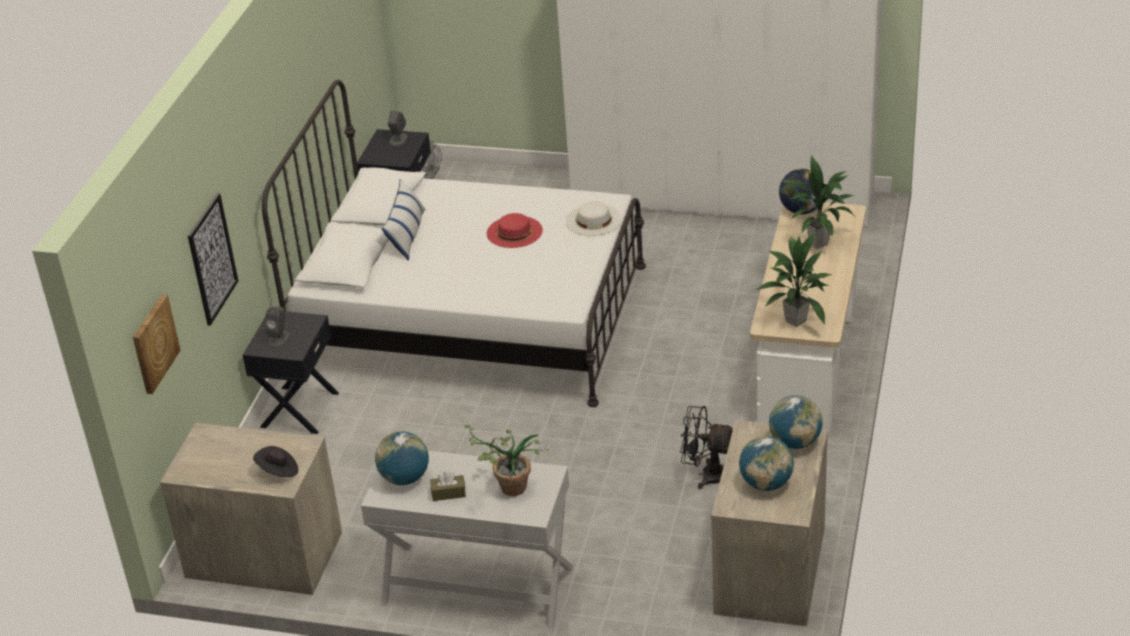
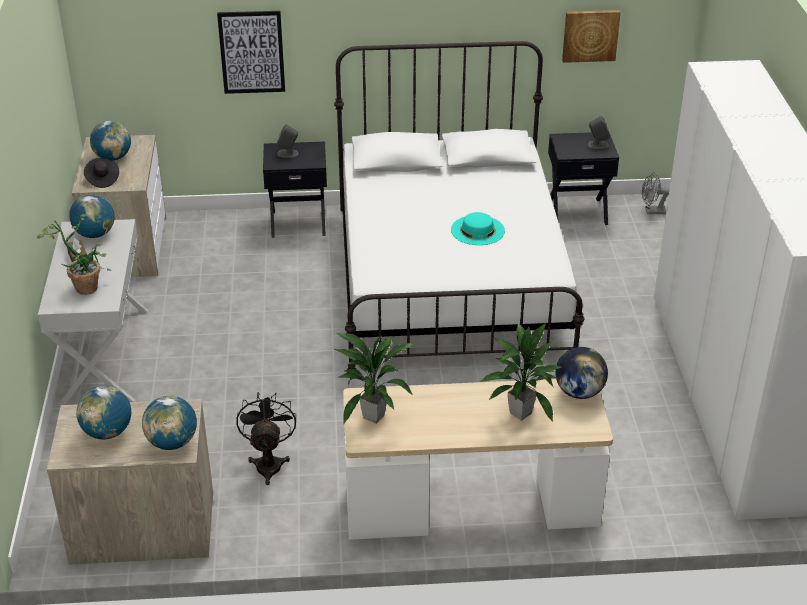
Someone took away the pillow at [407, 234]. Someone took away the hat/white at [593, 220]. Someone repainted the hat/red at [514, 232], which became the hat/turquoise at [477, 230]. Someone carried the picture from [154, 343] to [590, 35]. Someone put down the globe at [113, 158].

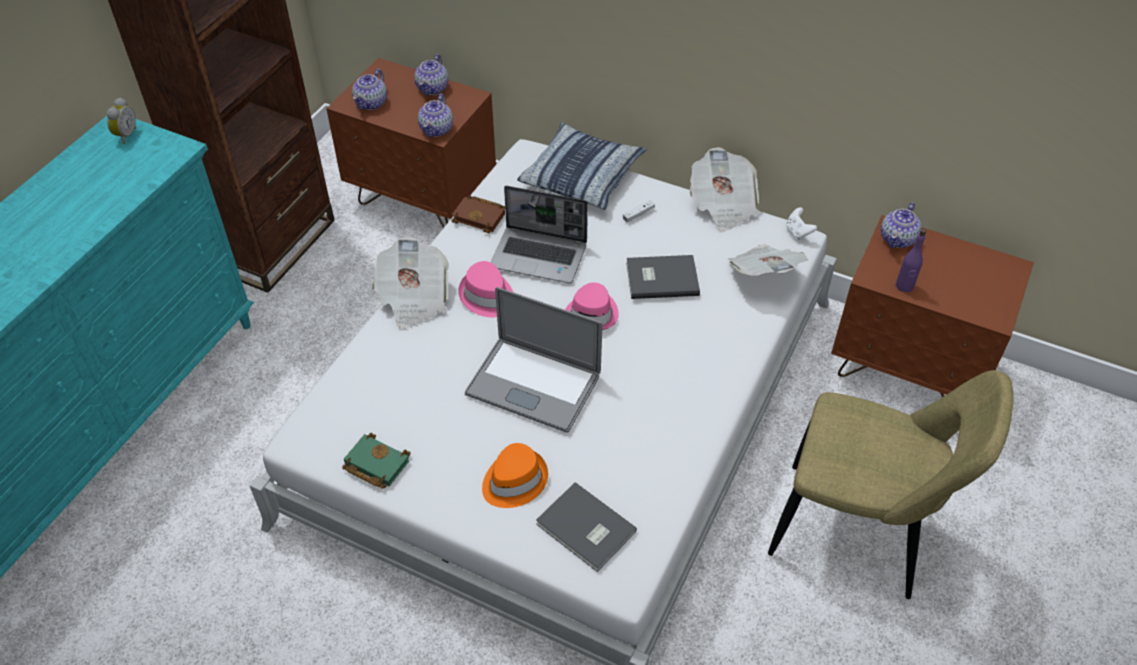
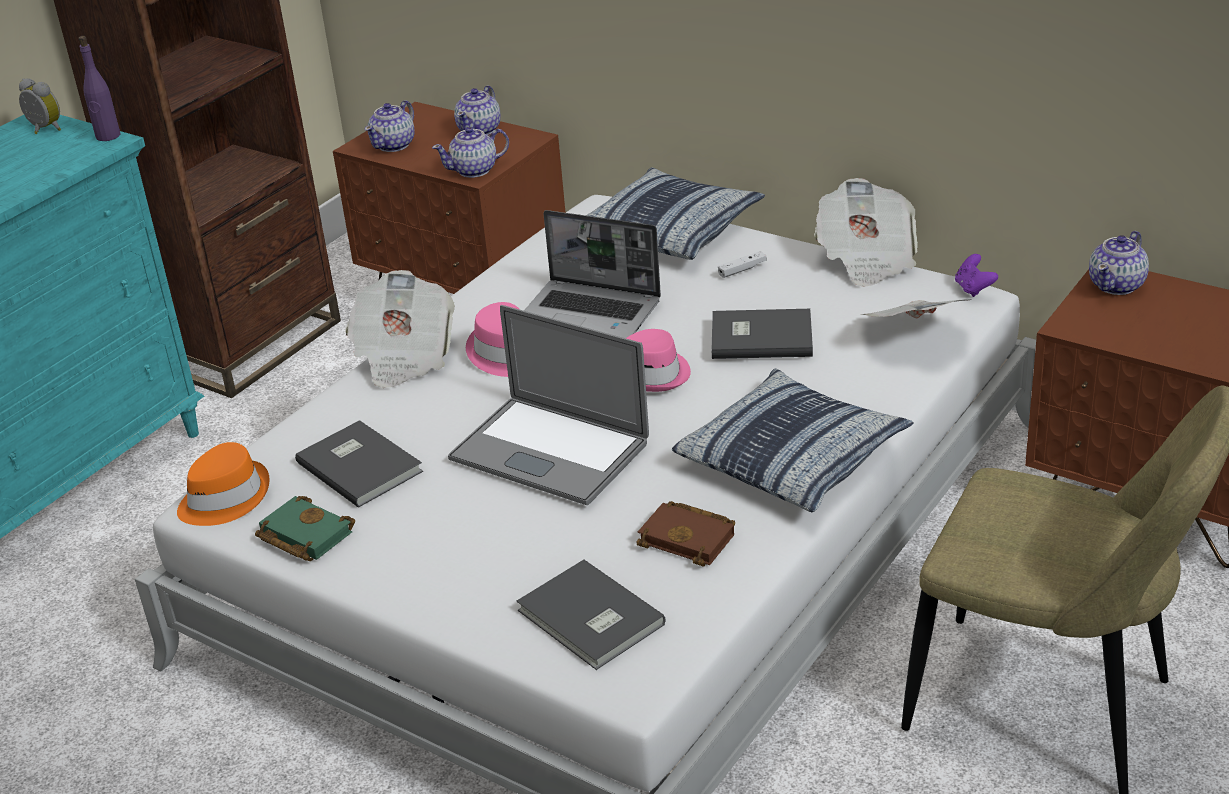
Someone rotated the teapot at [437, 129] by 45 degrees clockwise. Someone rotated the alarm clock at [125, 135] by 75 degrees counterclockwise. Someone carried the book/brown from [481, 217] to [690, 538]. Someone repainted the game controller/white at [798, 232], which became the game controller/purple at [973, 289]. Someone carried the bottle/purple from [904, 286] to [108, 136]. Someone carried the hat/orange from [514, 480] to [224, 498]. Someone put down the pillow at [792, 457]. Someone put down the book/grey at [361, 465].

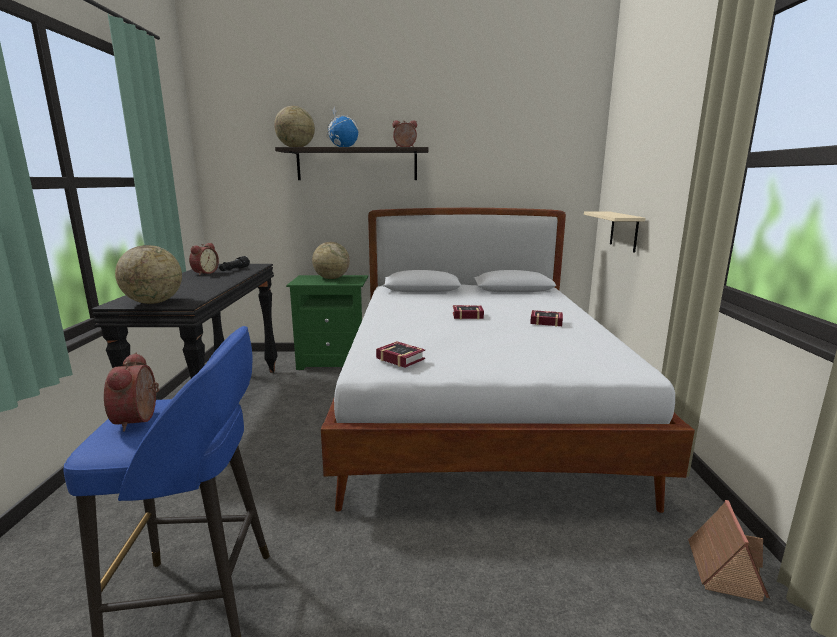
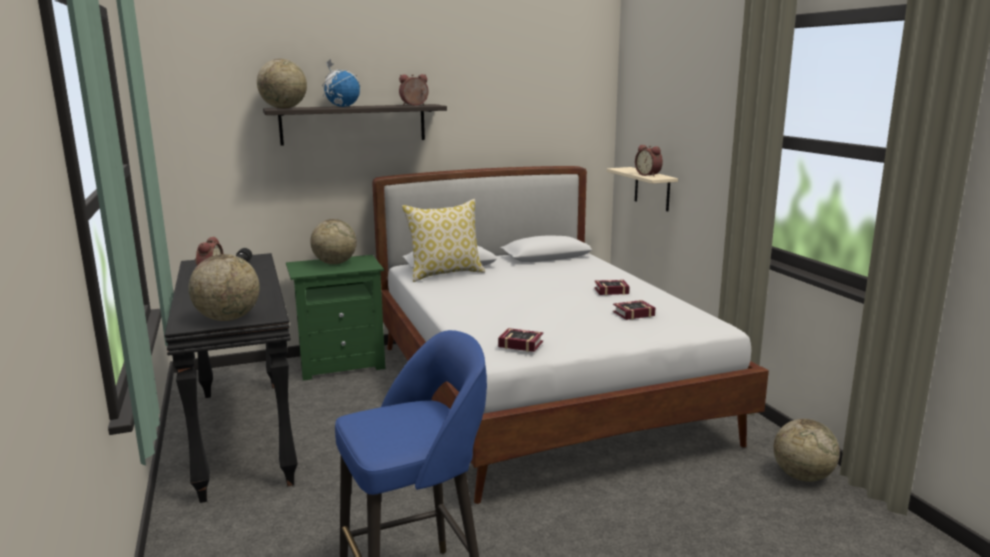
Someone carried the book from [466, 315] to [631, 314]. Someone carried the alarm clock from [140, 419] to [649, 175]. Someone swapped the toy house at [723, 569] for the globe at [802, 476]. Someone put down the pillow at [445, 274].

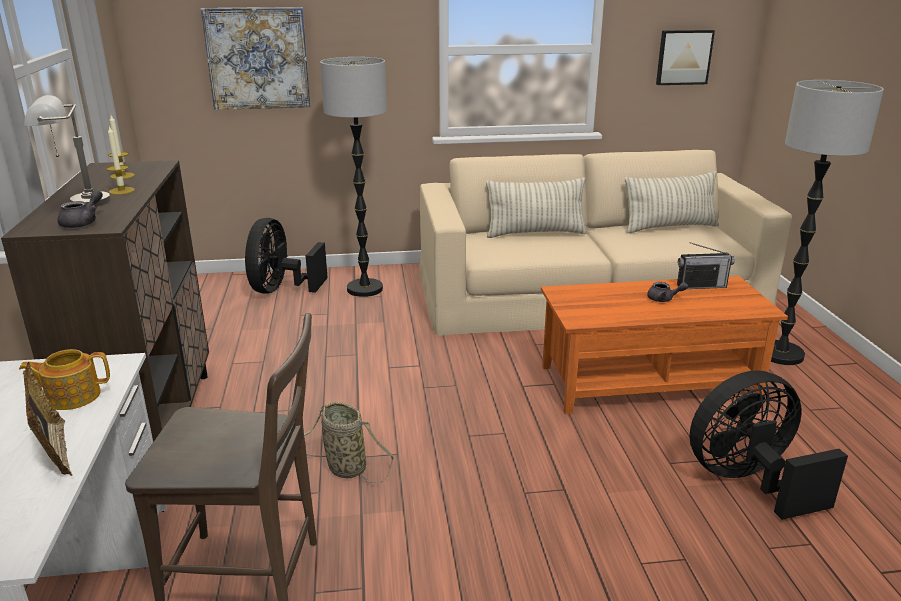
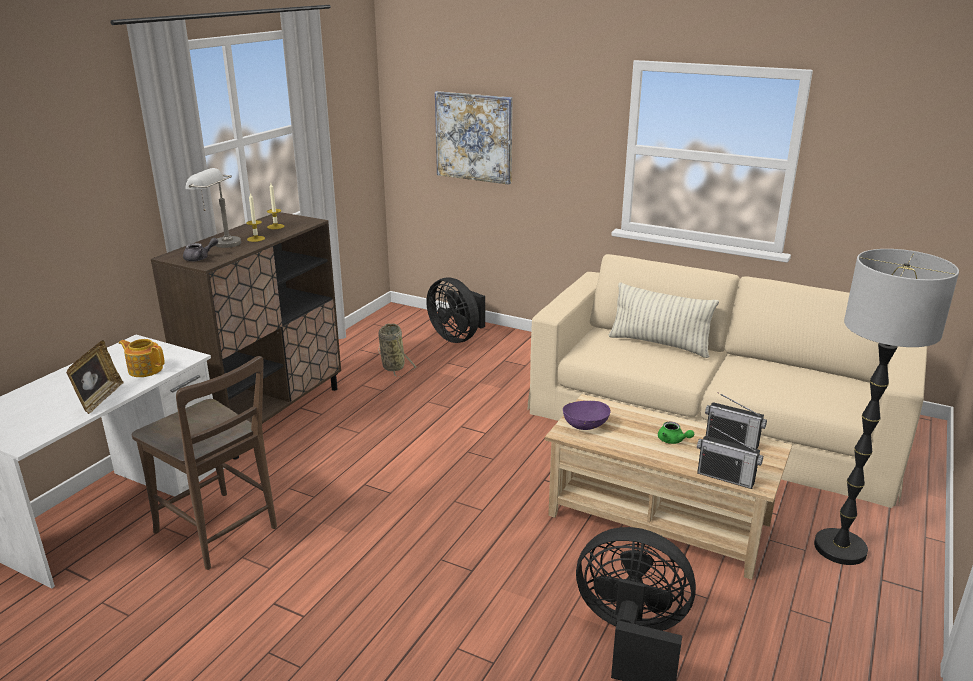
Someone took away the picture at [683, 57]. Someone took away the floor lamp at [364, 289]. Someone took away the pillow at [669, 227]. Someone rotated the fan/black at [281, 289] by 90 degrees counterclockwise. Someone repainted the coffee table/orange at [648, 382], which became the coffee table/beige at [659, 519]. Someone repainted the teapot/grey at [664, 299], which became the teapot/green at [673, 441]. Someone carried the basket from [344, 467] to [392, 366]. Someone put down the bowl/purple at [585, 425]. Someone put down the radio at [725, 477].

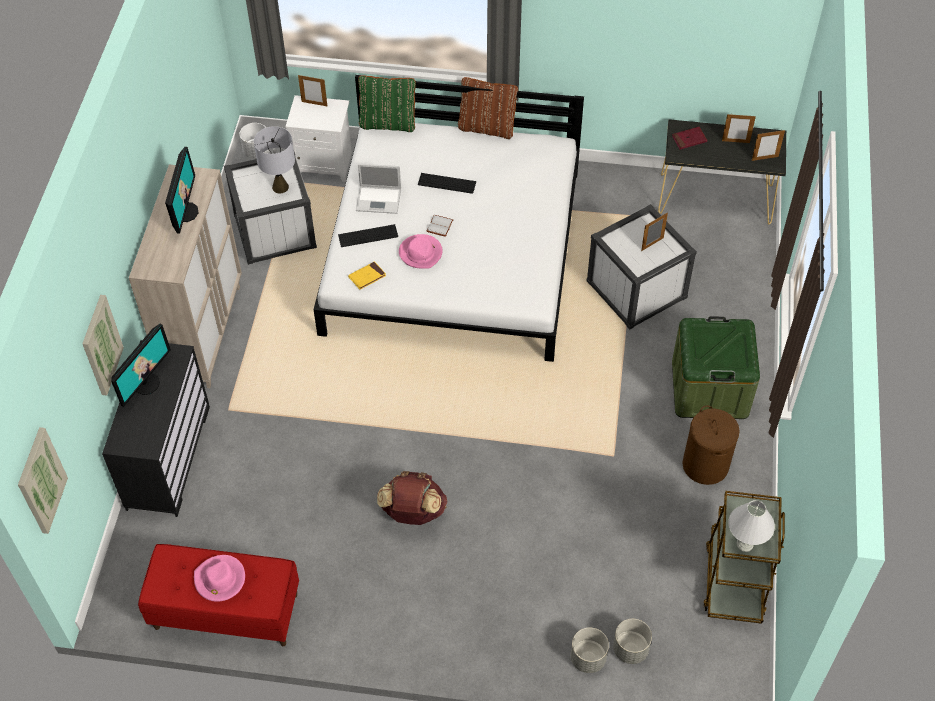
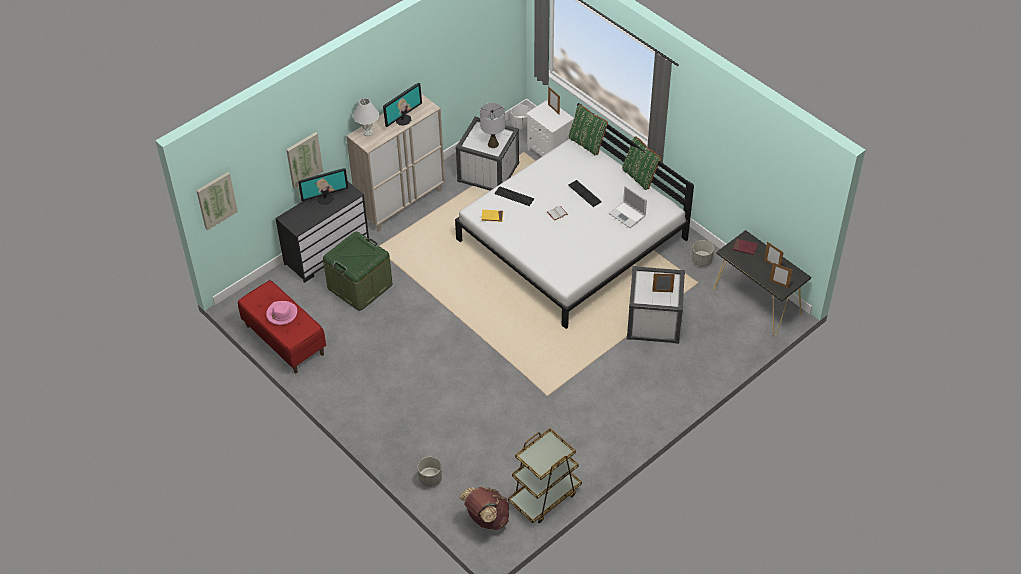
Someone repainted the pillow/brown at [487, 127], which became the pillow/green at [640, 176]. Someone carried the laptop from [379, 200] to [627, 215]. Someone took away the hat/pink at [421, 253]. Someone carried the storage box/green from [709, 389] to [360, 286]. Someone took away the laundry basket/brown at [705, 465]. Someone carried the backpack/brown from [412, 512] to [486, 518]. Someone carried the table lamp/white from [744, 544] to [367, 132]. Someone carried the planter/grey from [630, 649] to [701, 261].

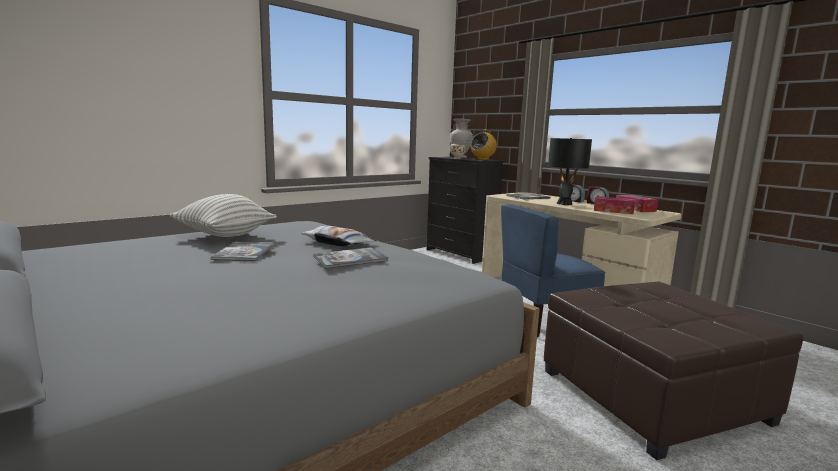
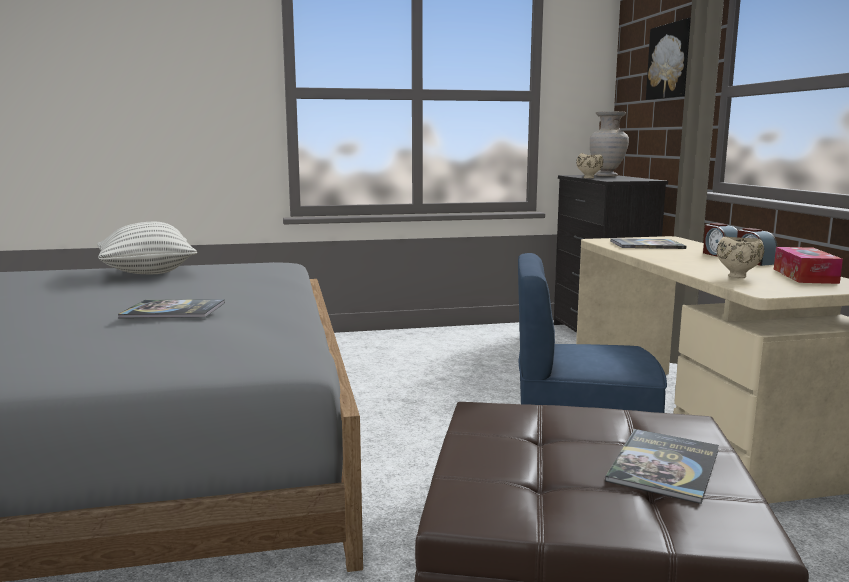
Someone took away the radio at [482, 159]. Someone took away the table lamp/black at [564, 204]. Someone swapped the tissue box at [613, 211] for the bowl/beige at [738, 276]. Someone took away the pillow at [338, 243]. Someone carried the book from [244, 252] to [664, 466]. Someone put up the picture at [672, 61].

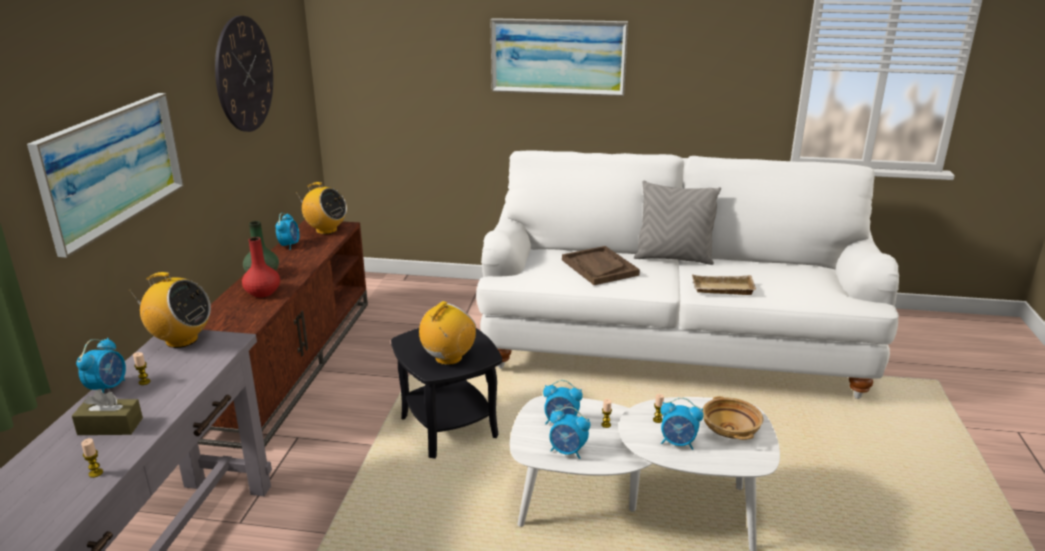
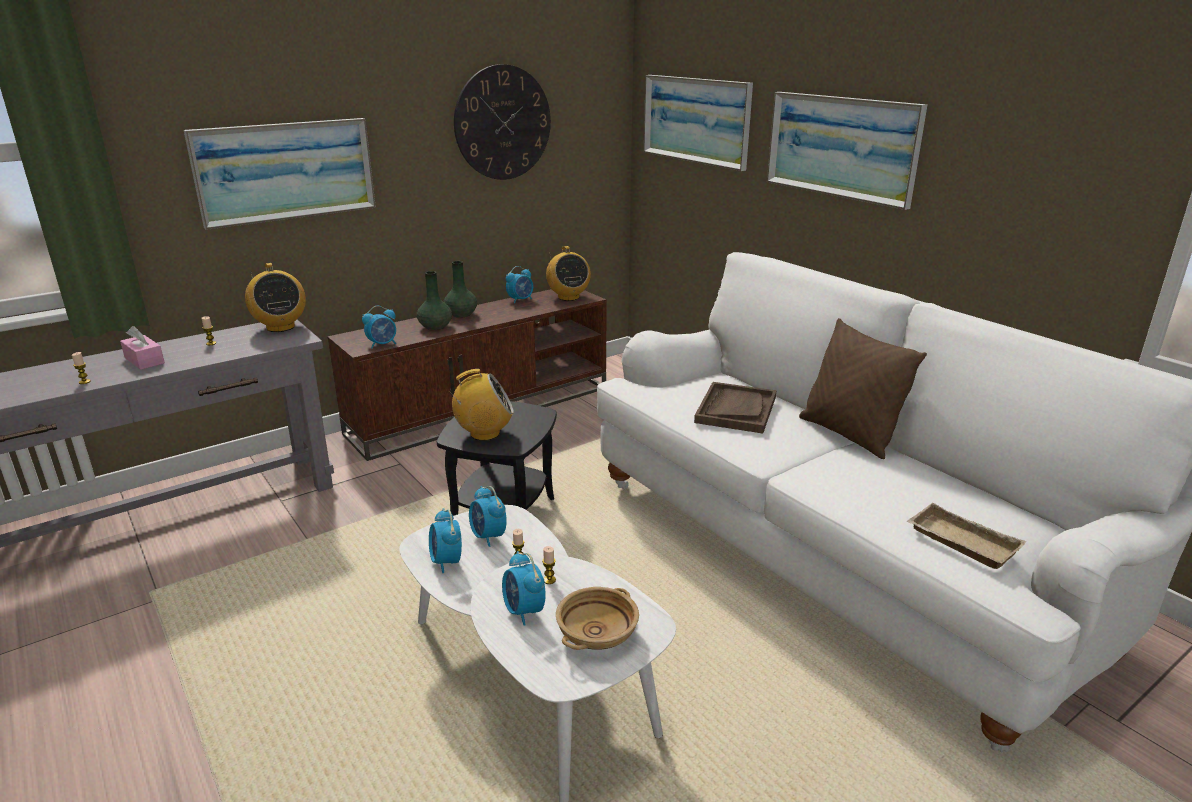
Someone repainted the pillow/grey at [673, 258], which became the pillow/brown at [849, 435]. Someone repainted the vase/red at [262, 293], which became the vase/green at [435, 326]. Someone carried the tray/beige from [721, 290] to [959, 542]. Someone carried the alarm clock from [108, 388] to [382, 344]. Someone repainted the tissue box/brown at [110, 426], which became the tissue box/pink at [144, 360]. Someone put up the picture at [696, 120].

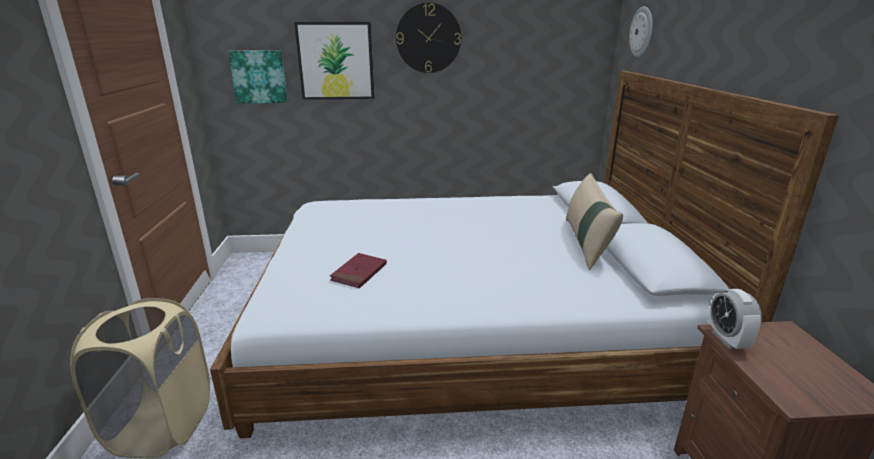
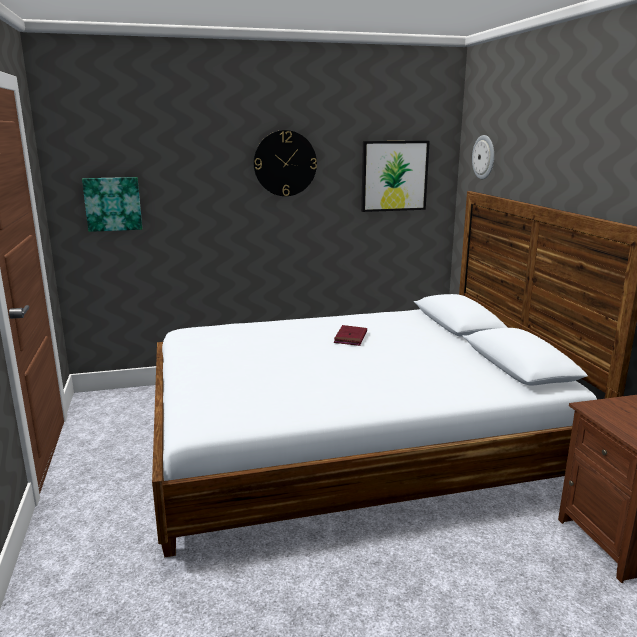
Someone carried the picture from [336, 61] to [394, 176]. Someone took away the pillow/beige at [586, 243]. Someone carried the book/red from [359, 273] to [350, 337]. Someone took away the alarm clock at [727, 340]. Someone took away the laundry basket/beige at [162, 426].

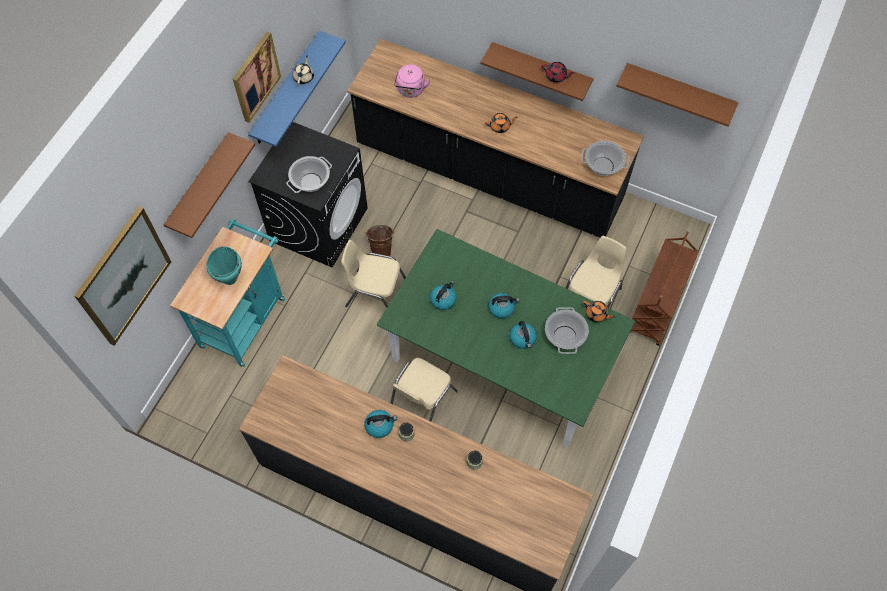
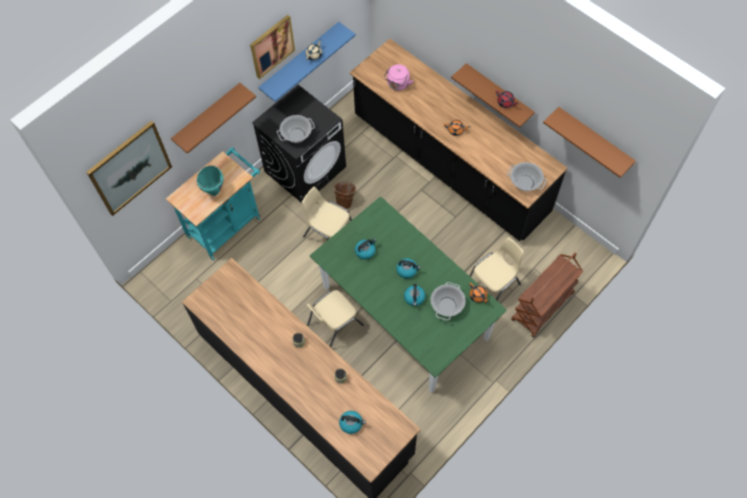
Someone carried the kettle from [380, 425] to [351, 423].

